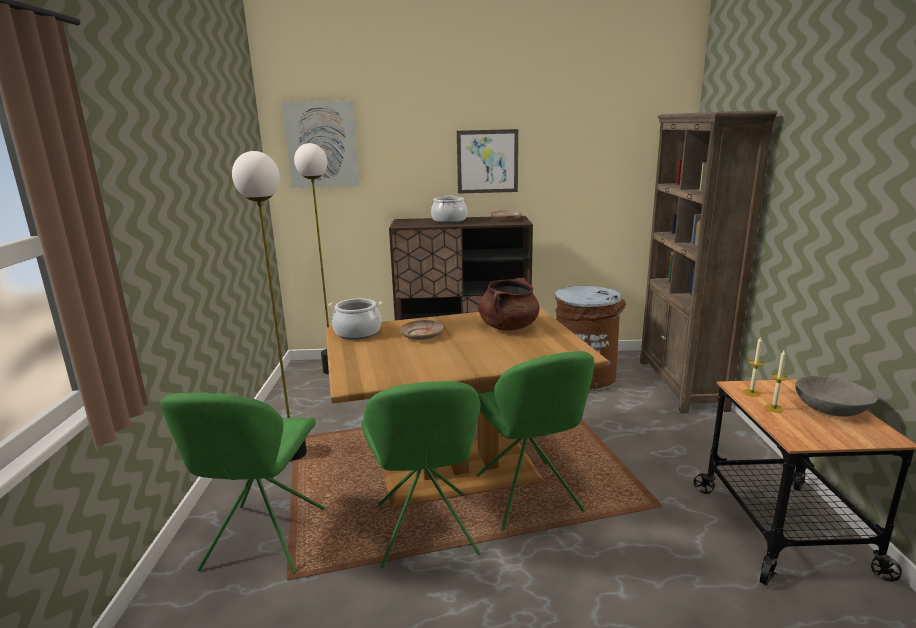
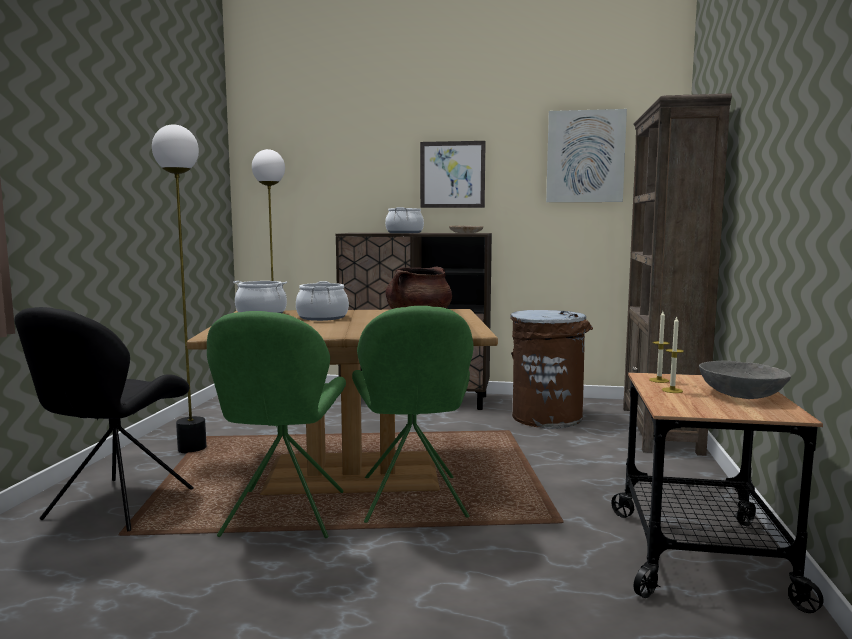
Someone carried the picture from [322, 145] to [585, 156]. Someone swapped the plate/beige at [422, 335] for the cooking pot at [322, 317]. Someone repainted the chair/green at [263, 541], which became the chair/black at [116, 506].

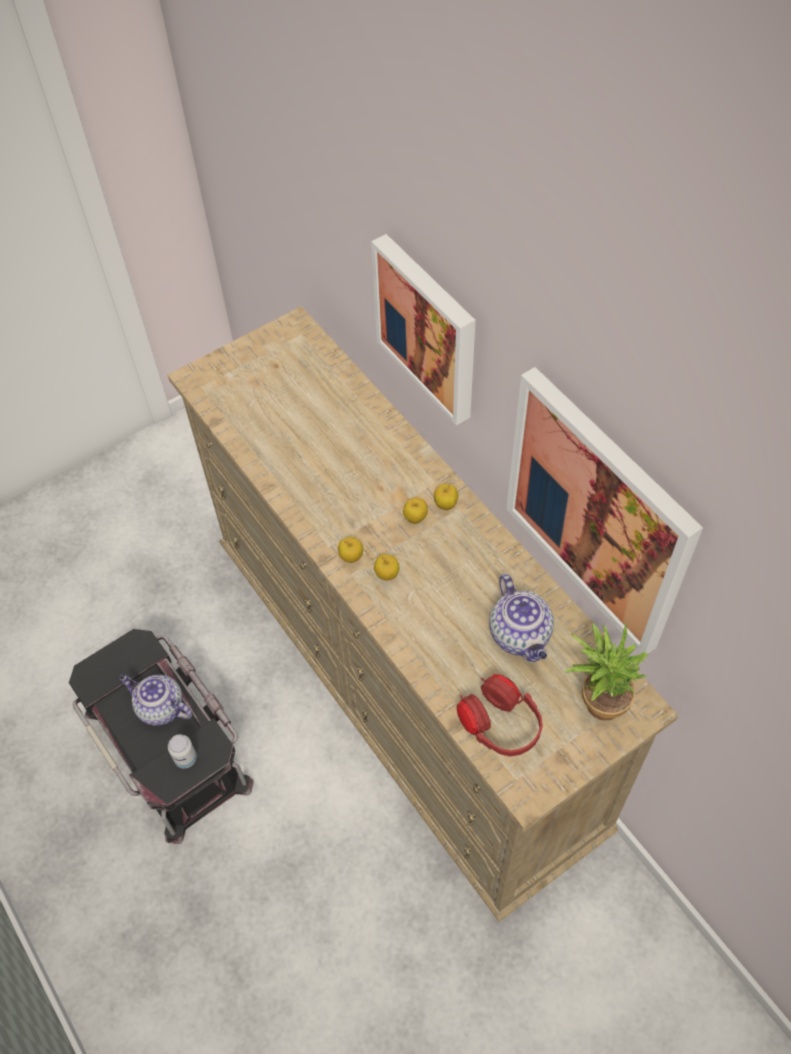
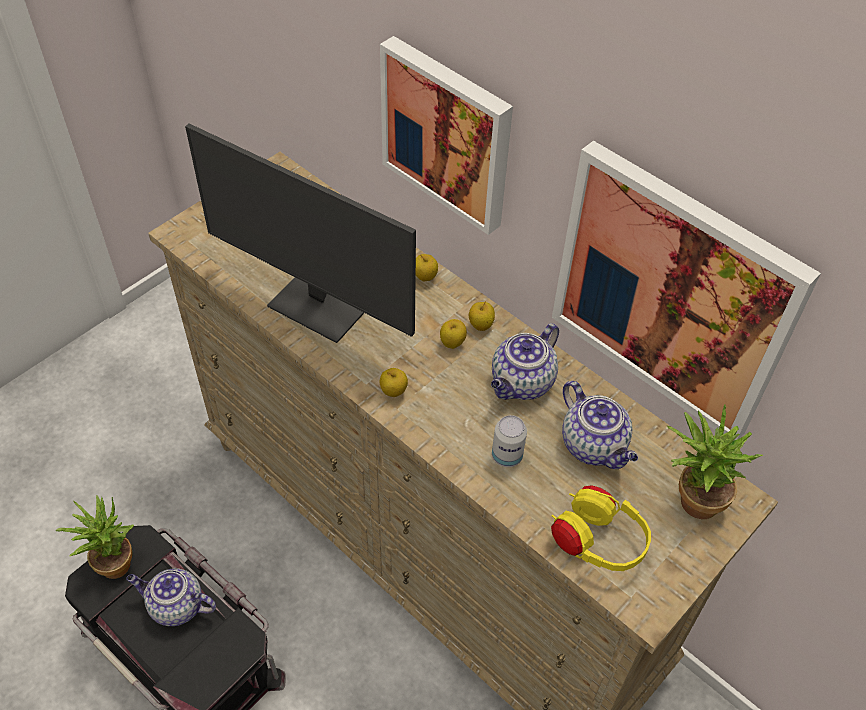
Someone carried the apple from [387, 575] to [425, 278]. Someone repainted the headphones/red at [499, 725], which became the headphones/yellow at [597, 542]. Someone carried the can from [186, 758] to [507, 456]. Someone put down the monitor at [321, 305]. Someone put down the teapot at [522, 383]. Someone put down the potted plant at [112, 561].

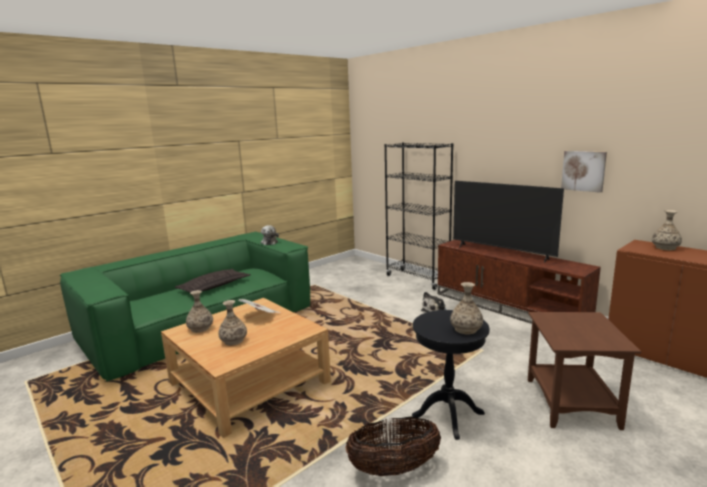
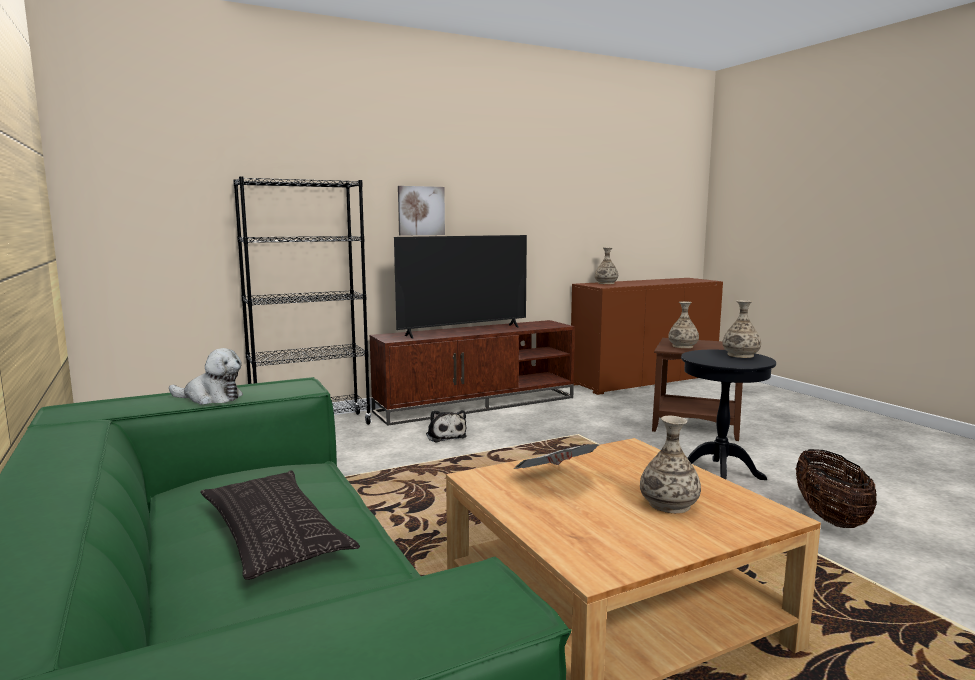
Someone carried the picture from [583, 171] to [421, 211]. Someone carried the vase from [200, 328] to [682, 346].

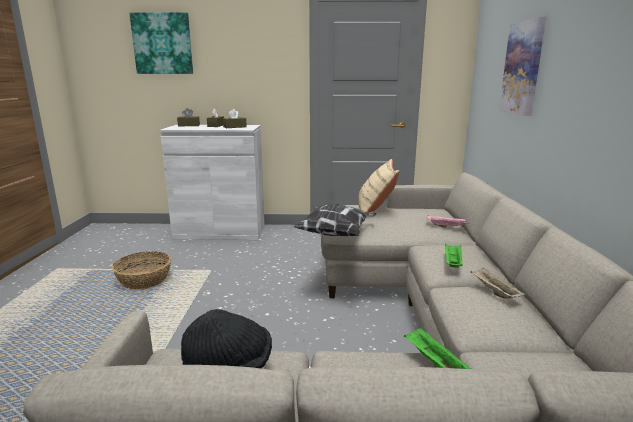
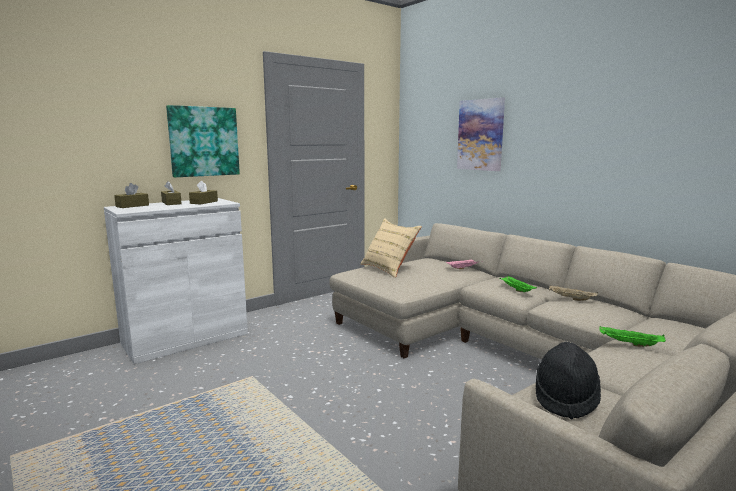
Someone carried the picture from [162, 44] to [203, 141]. Someone took away the pillow at [336, 234]. Someone took away the basket at [144, 280].

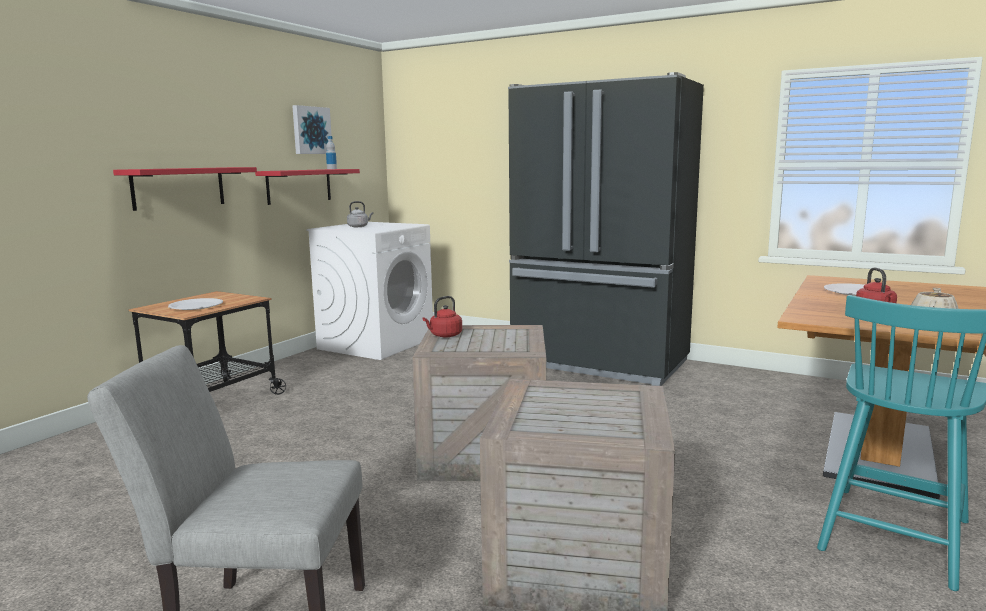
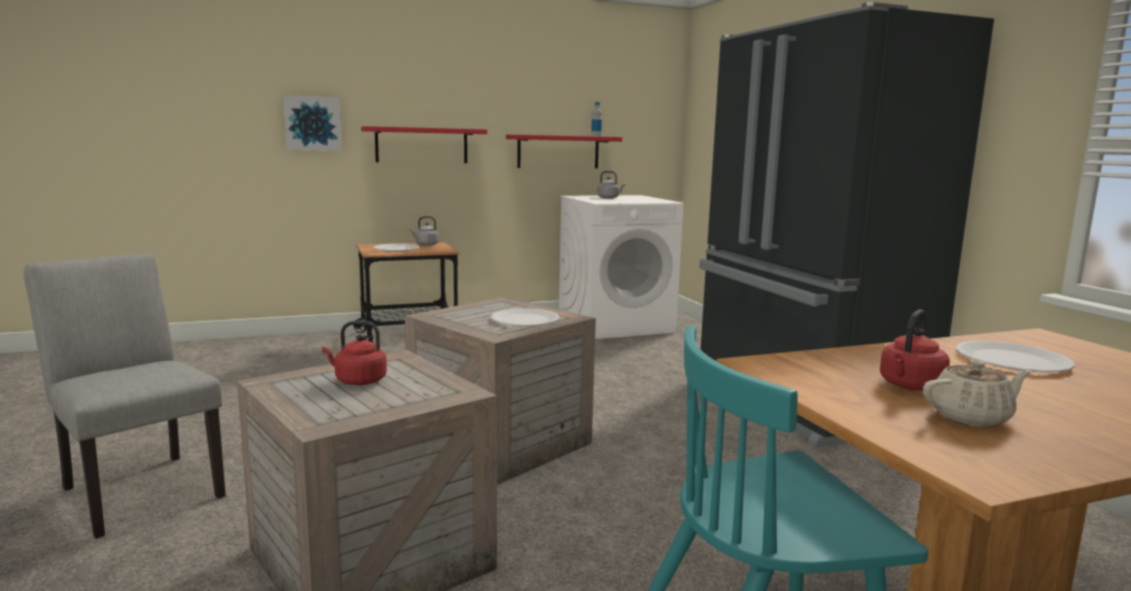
Someone carried the picture from [311, 130] to [313, 123]. Someone carried the kettle/red from [444, 335] to [358, 381]. Someone put down the kettle/grey at [425, 244]. Someone put down the plate/white at [524, 320].

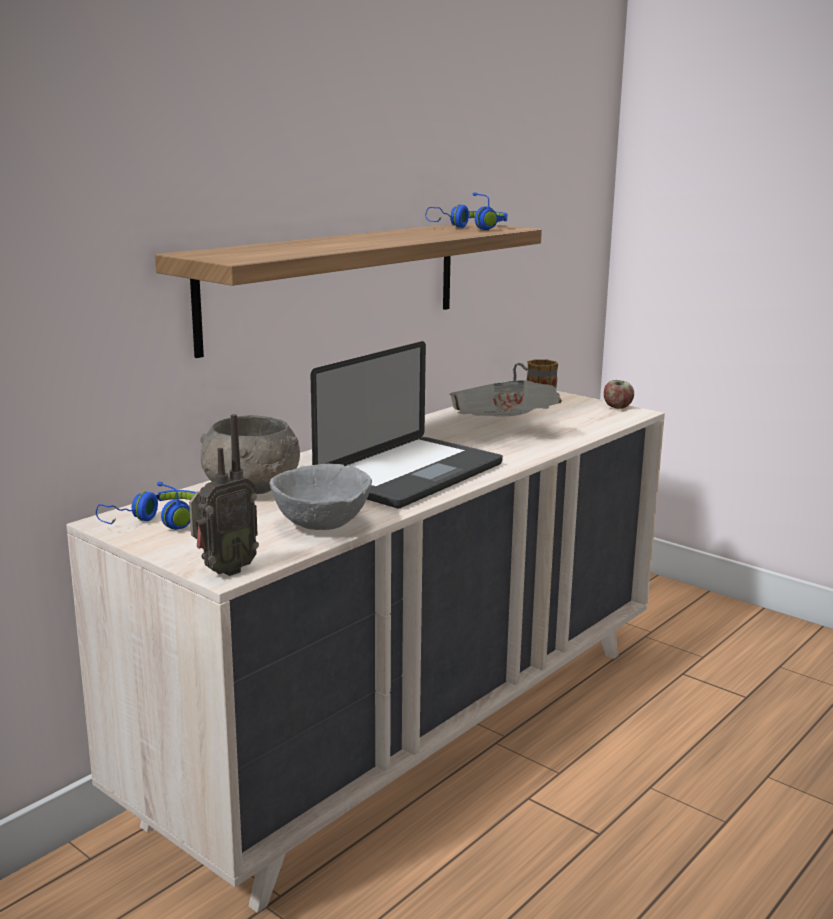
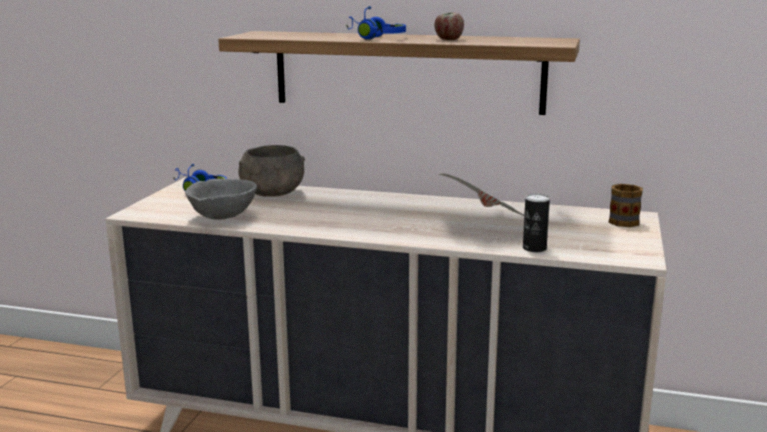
Someone carried the headphones/blue from [471, 228] to [374, 37]. Someone took away the laptop at [411, 474]. Someone carried the apple from [617, 407] to [448, 39]. Someone took away the radio at [224, 571]. Someone put down the can at [534, 248].

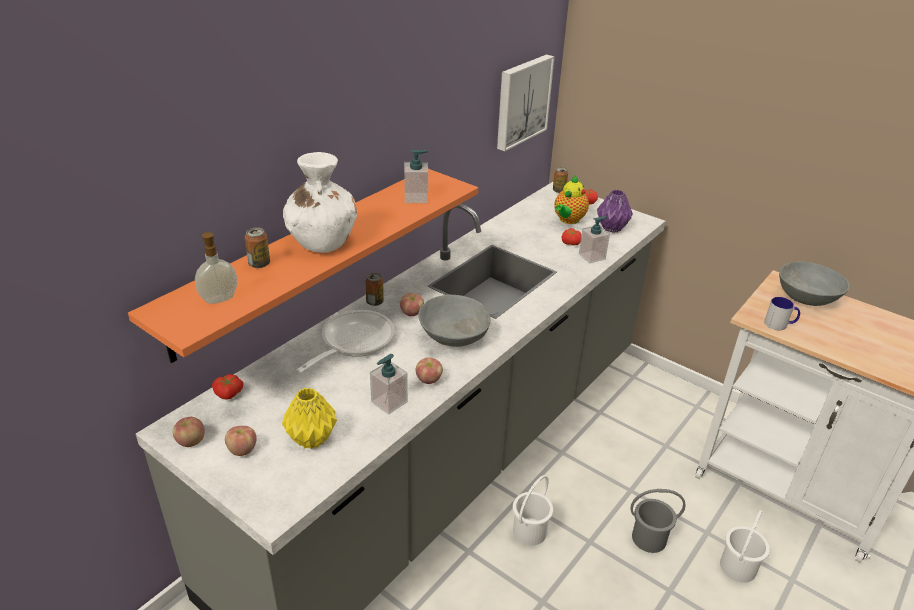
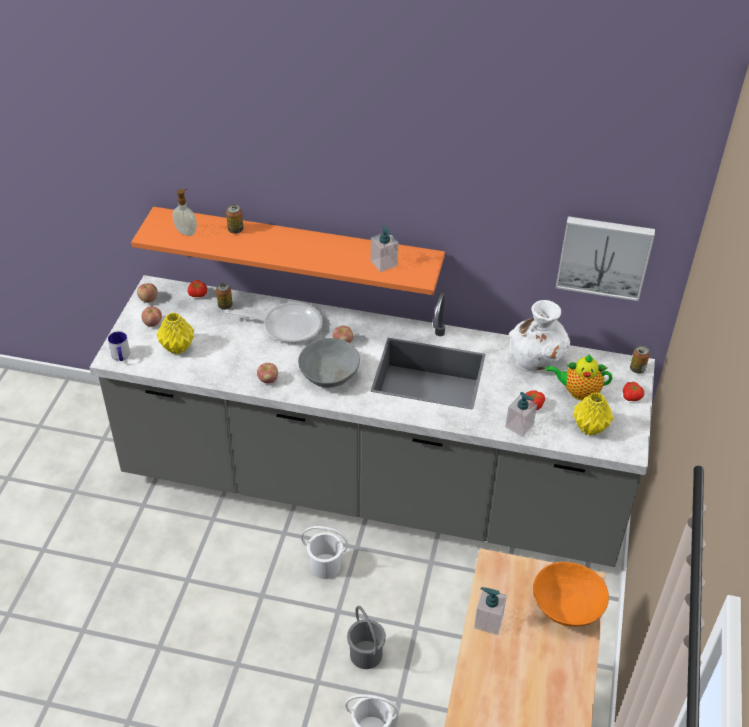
Someone carried the vase/white from [322, 241] to [536, 359]. Someone repainted the vase/purple at [612, 228], which became the vase/yellow at [590, 428]. Someone repainted the bowl/grey at [807, 298], which became the bowl/orange at [566, 607]. Someone carried the can from [375, 302] to [225, 306]. Someone carried the mug from [779, 324] to [121, 356]. Someone carried the soap dispenser from [389, 402] to [488, 621].

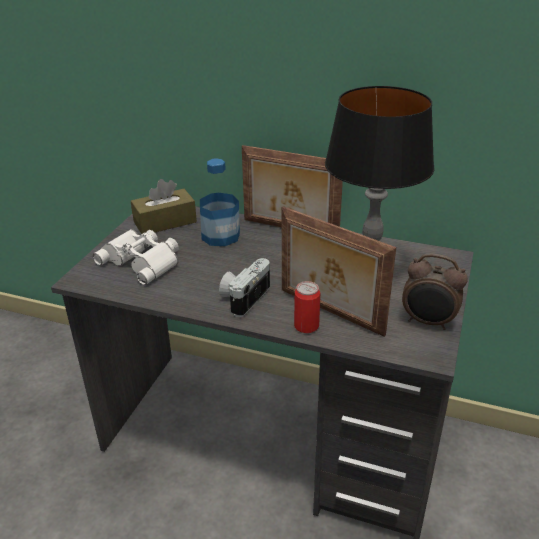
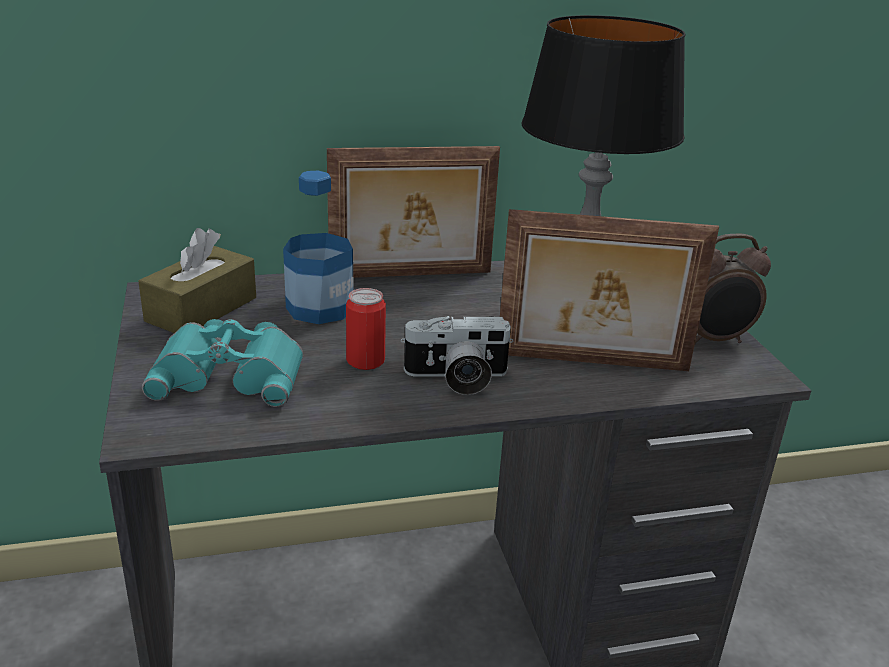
Someone repainted the binoculars/white at [143, 260], which became the binoculars/turquoise at [231, 373]. Someone rotated the photo camera at [244, 297] by 90 degrees counterclockwise. Someone carried the can from [306, 326] to [365, 361].

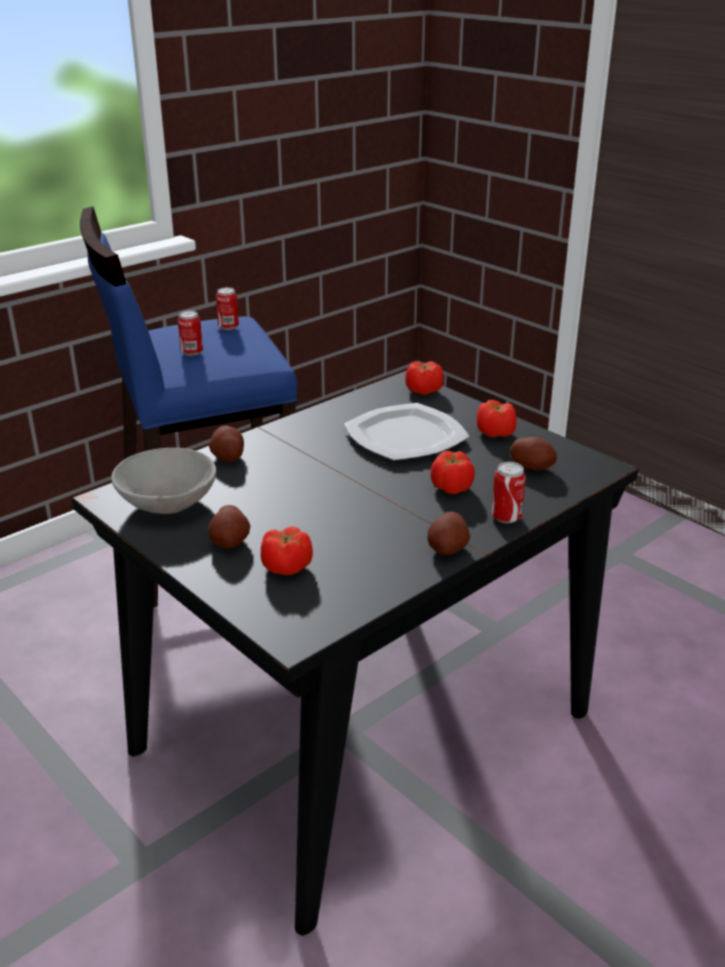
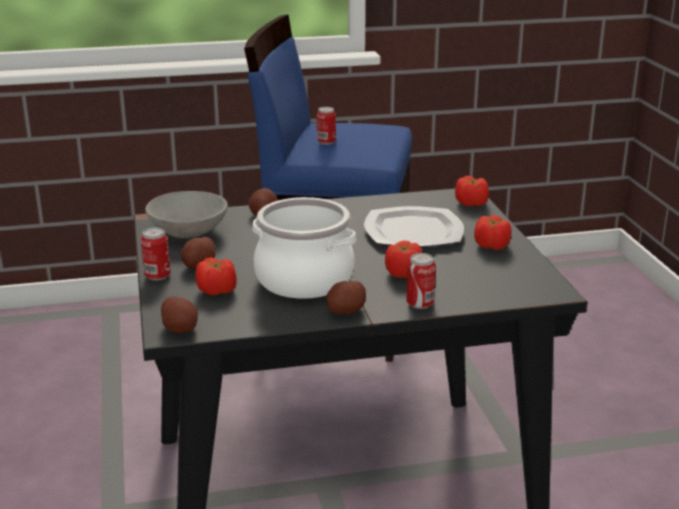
Someone carried the can from [228, 327] to [157, 276]. Someone carried the potato from [532, 467] to [180, 328]. Someone put down the cooking pot at [304, 280].

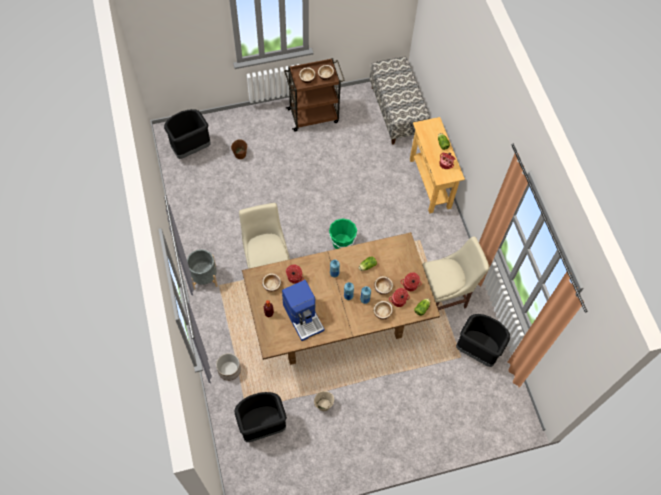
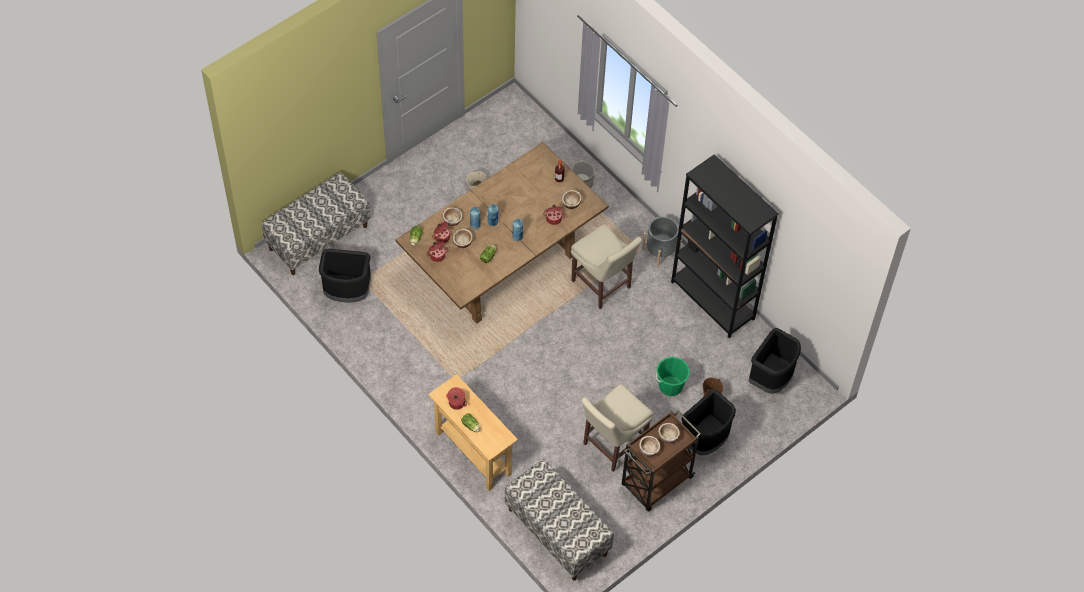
Someone carried the bucket/green from [342, 242] to [670, 386]. Someone carried the chair/beige from [444, 296] to [611, 445]. Someone took away the coffee machine at [303, 317]. Someone carried the trash can/black from [262, 425] to [705, 440]. Someone put down the bookcase/black at [713, 300]. Someone put down the bench at [318, 237].

